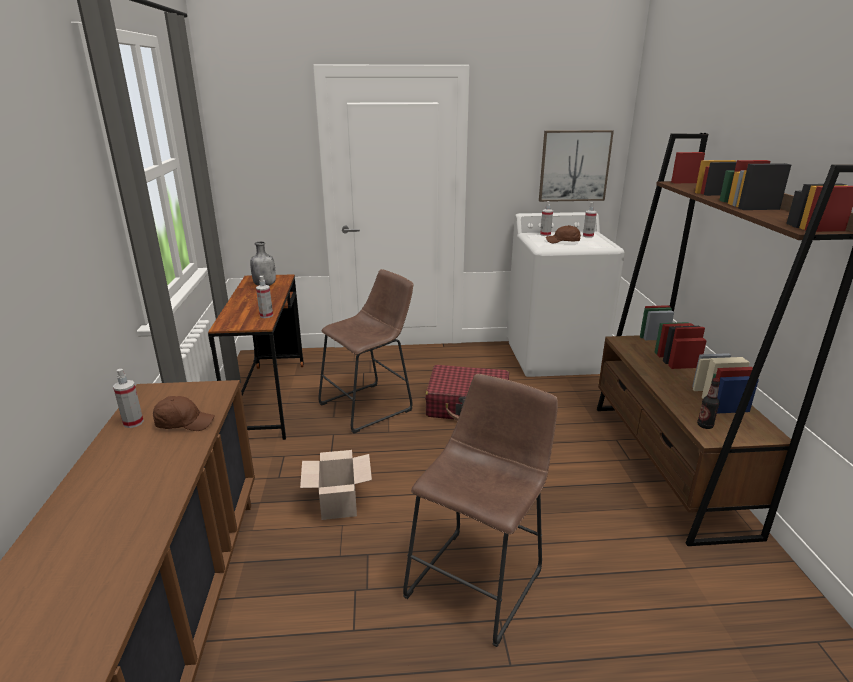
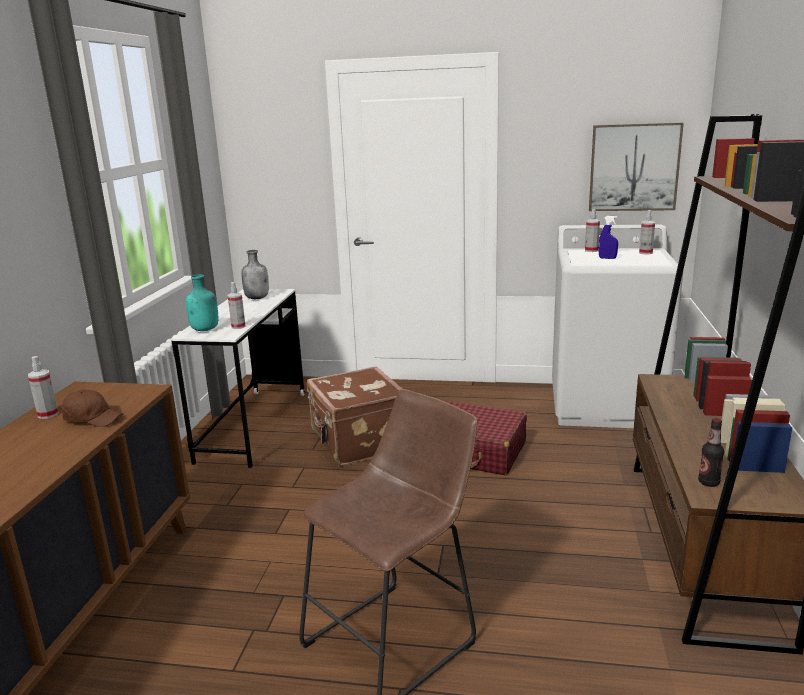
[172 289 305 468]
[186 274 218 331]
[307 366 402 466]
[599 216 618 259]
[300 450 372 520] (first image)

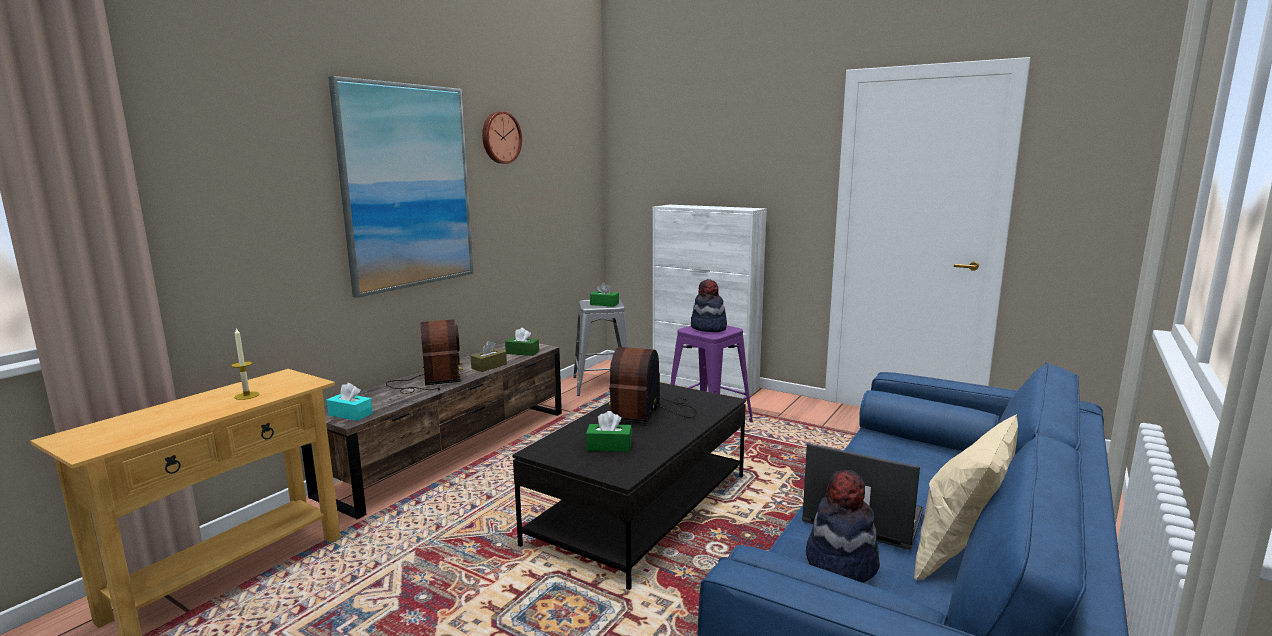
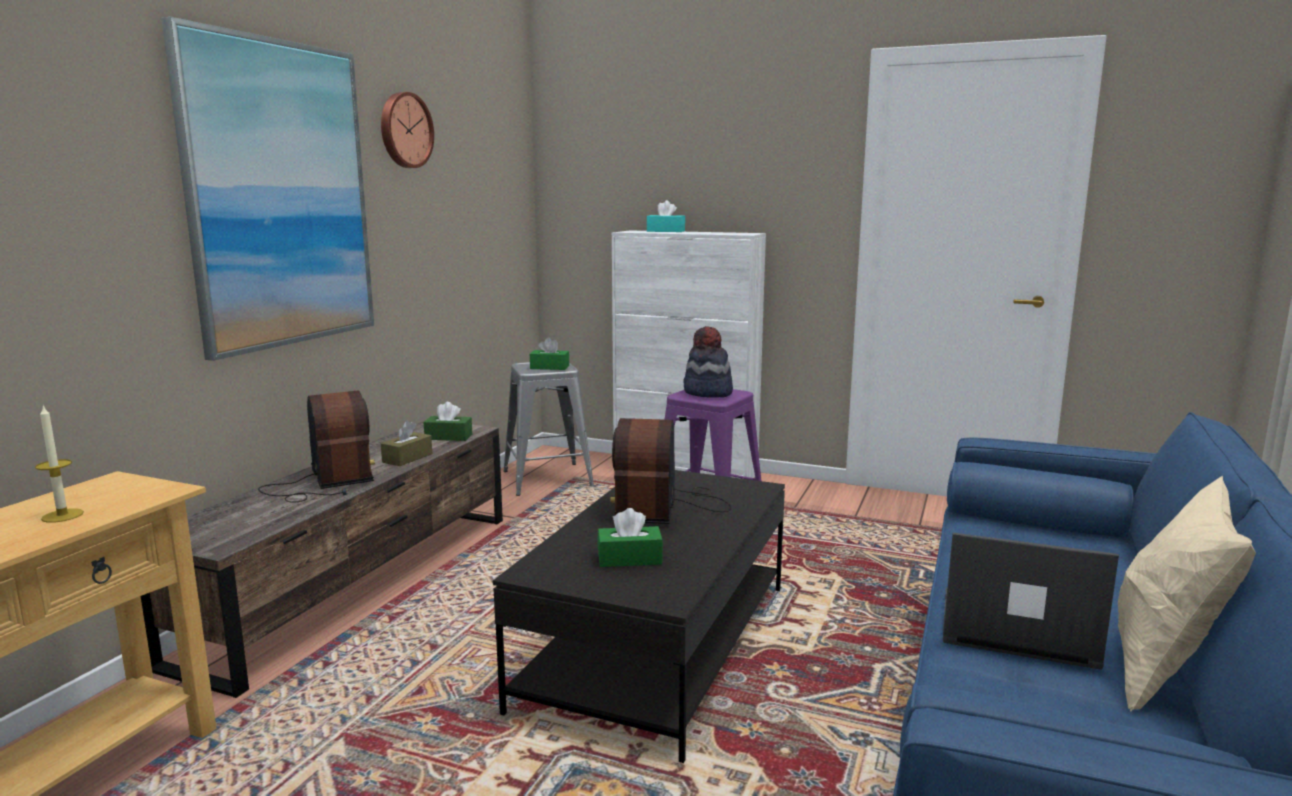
[647 200 685 232]
[806 470 880 583] (first image)

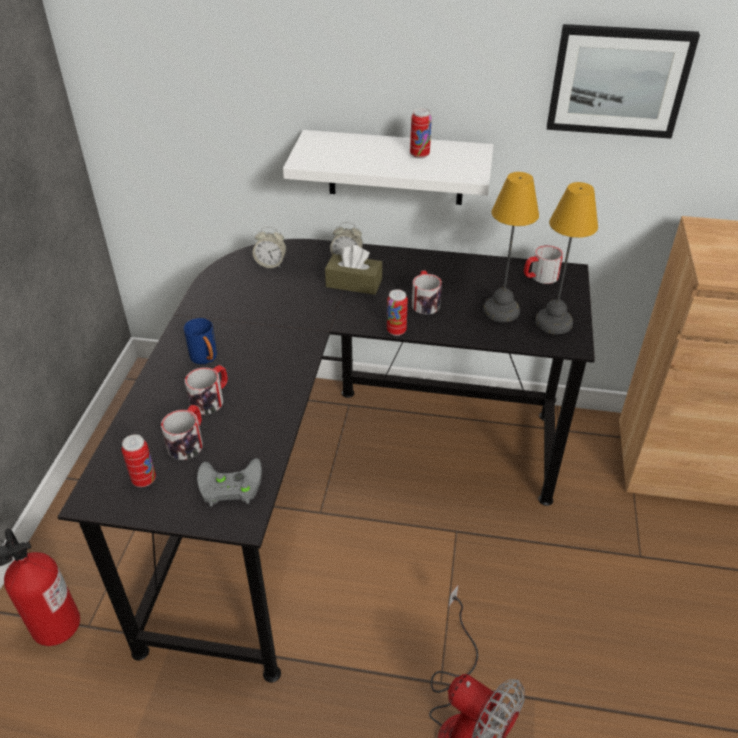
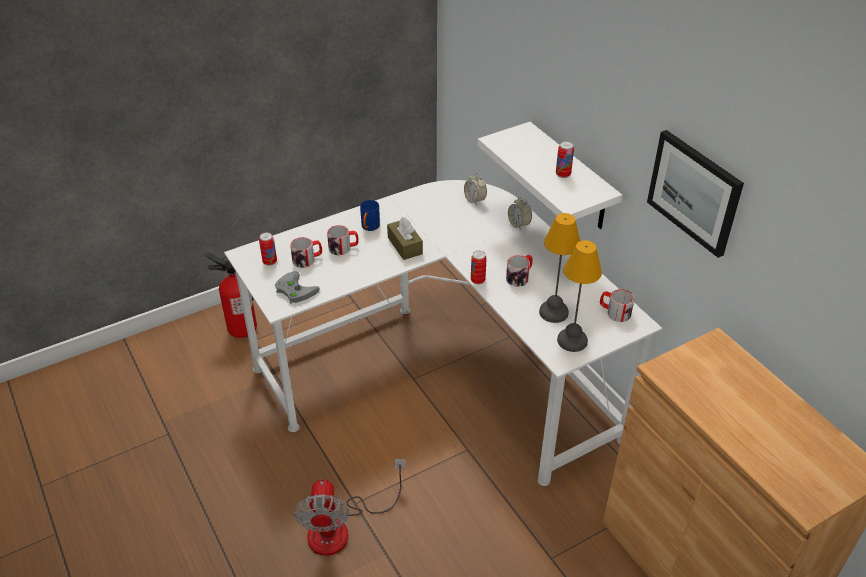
[224 180 662 486]
[387 217 423 260]

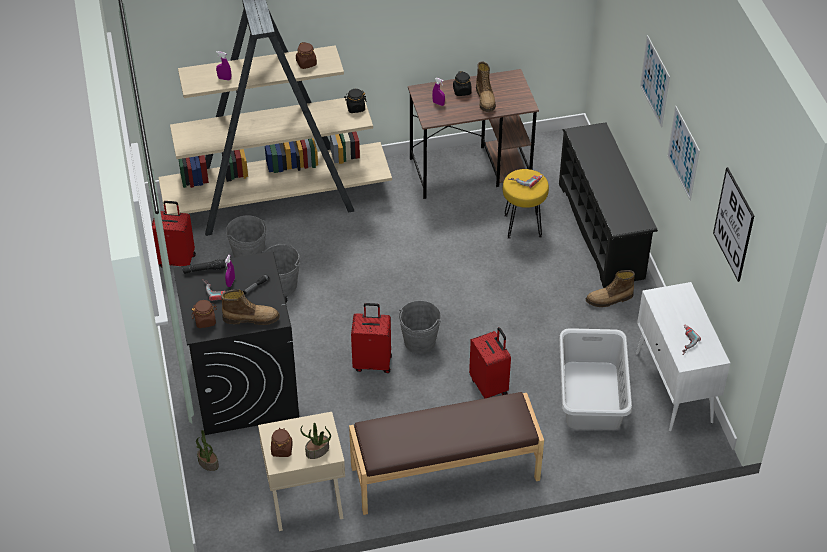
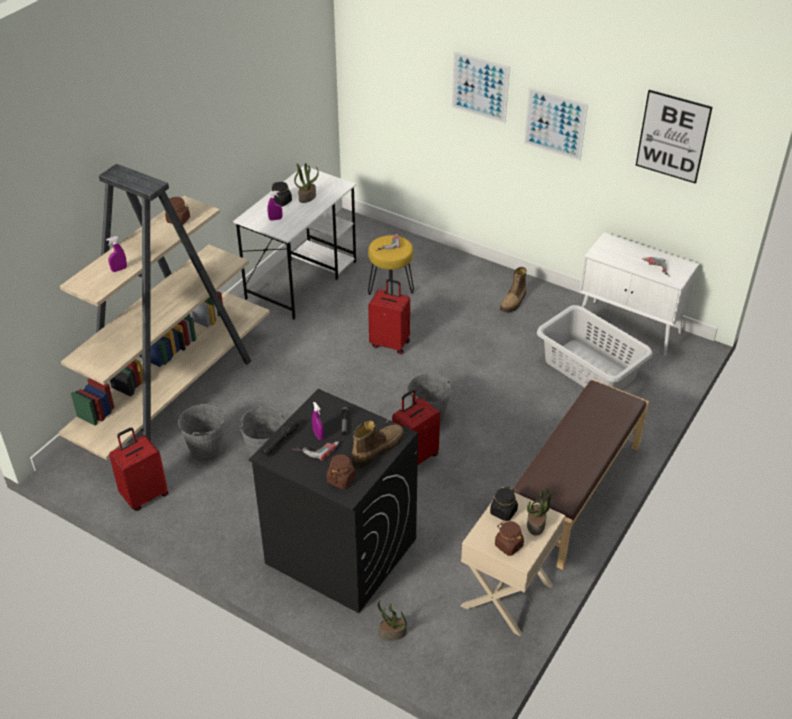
[233 166 356 320]
[294 163 319 203]
[368 279 410 354]
[490 487 518 521]
[559 122 658 288] (first image)

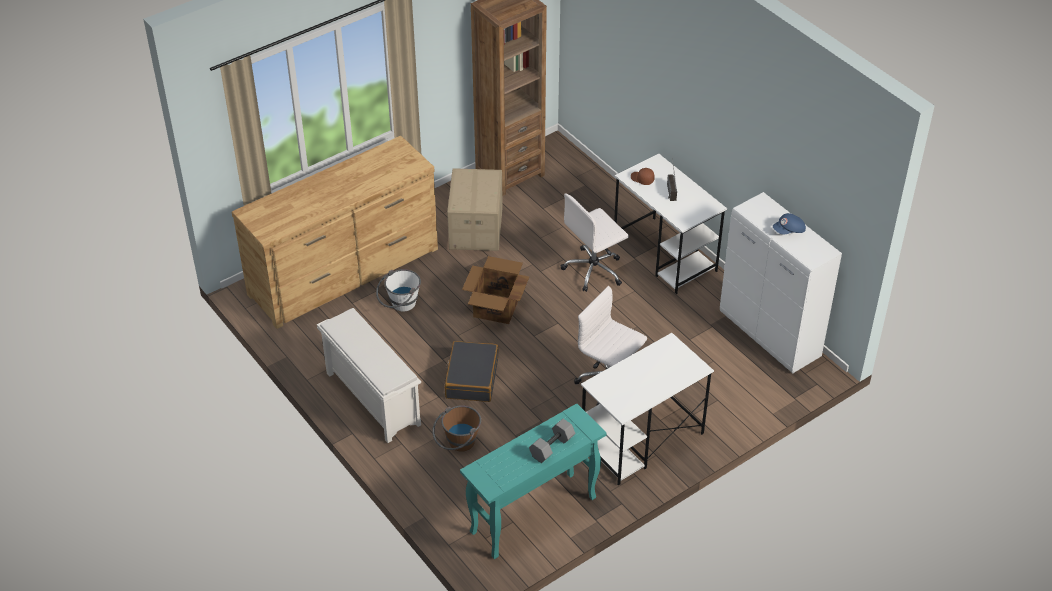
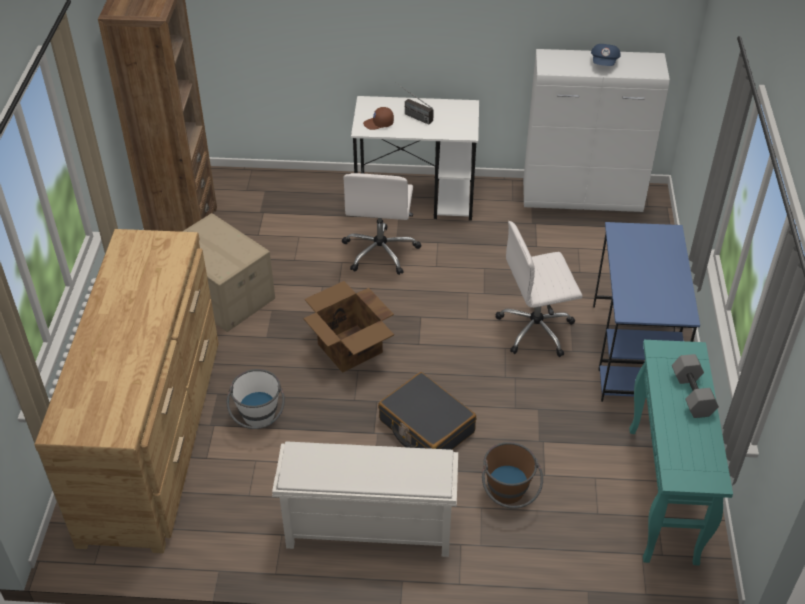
[593 222 700 402]

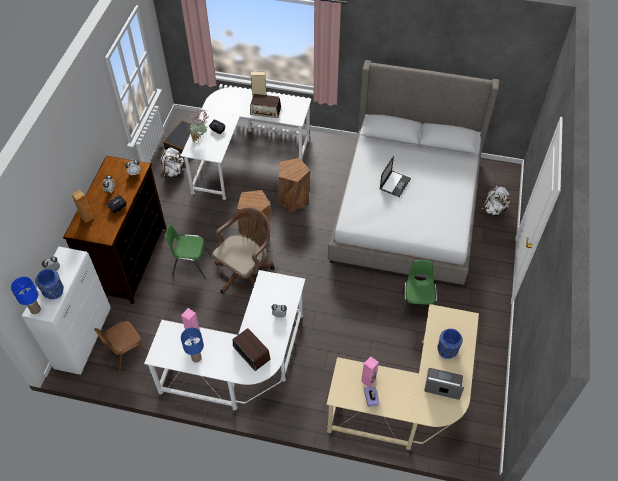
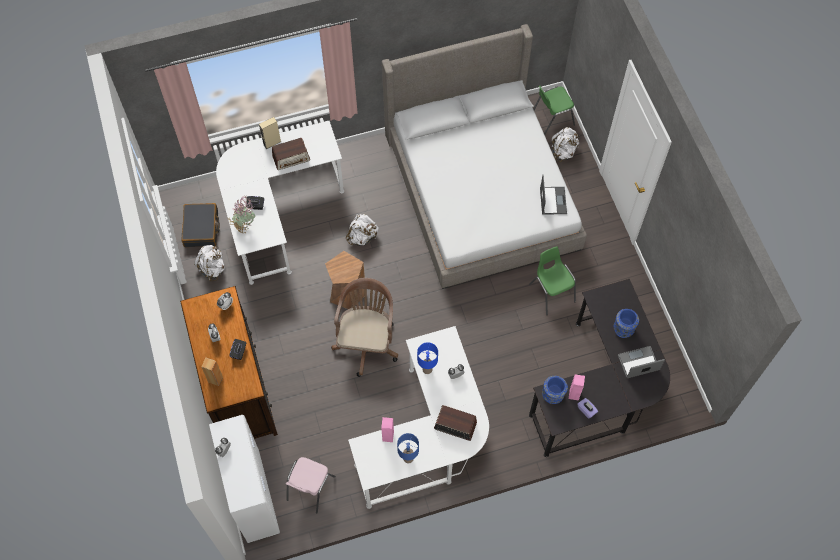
[286 457 336 513]
[346 214 379 246]
[417 342 438 374]
[529 279 670 457]
[533 85 575 135]
[540 175 567 215]
[542 376 568 404]

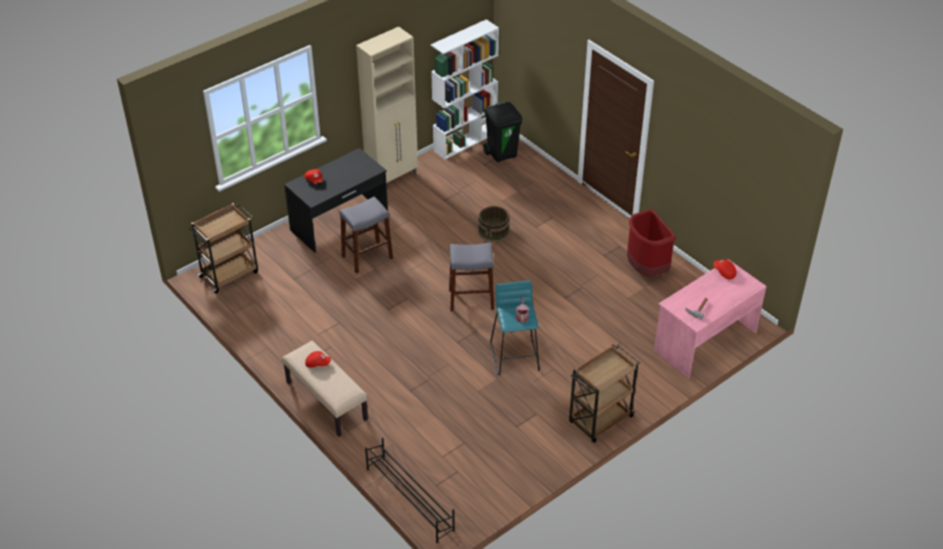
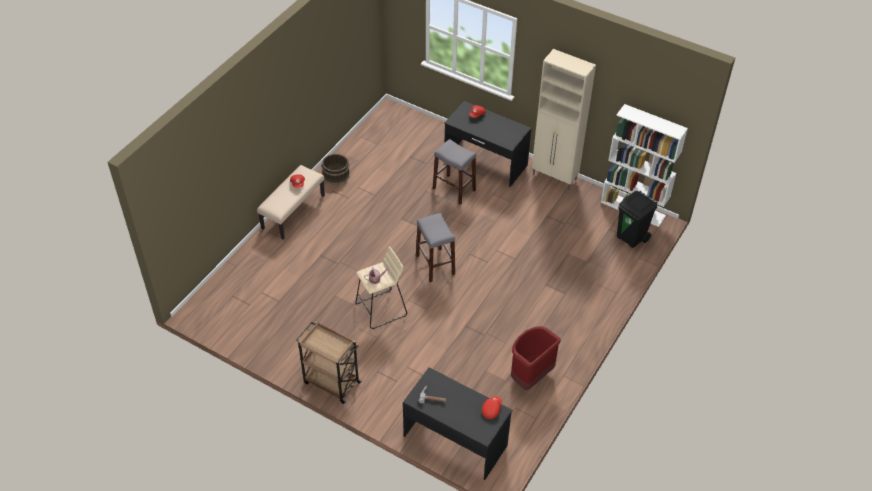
[321 154 350 184]
[355 246 407 329]
[403 368 512 480]
[188 203 258 294] (first image)
[365 437 455 543] (first image)

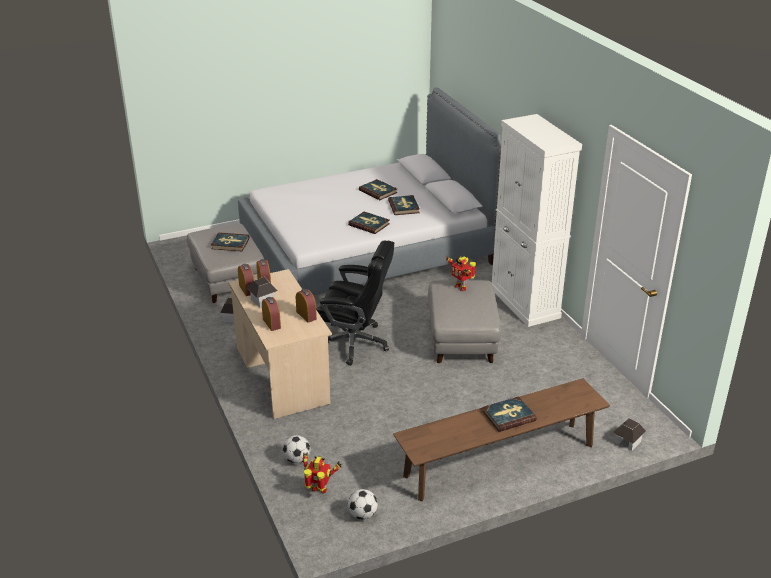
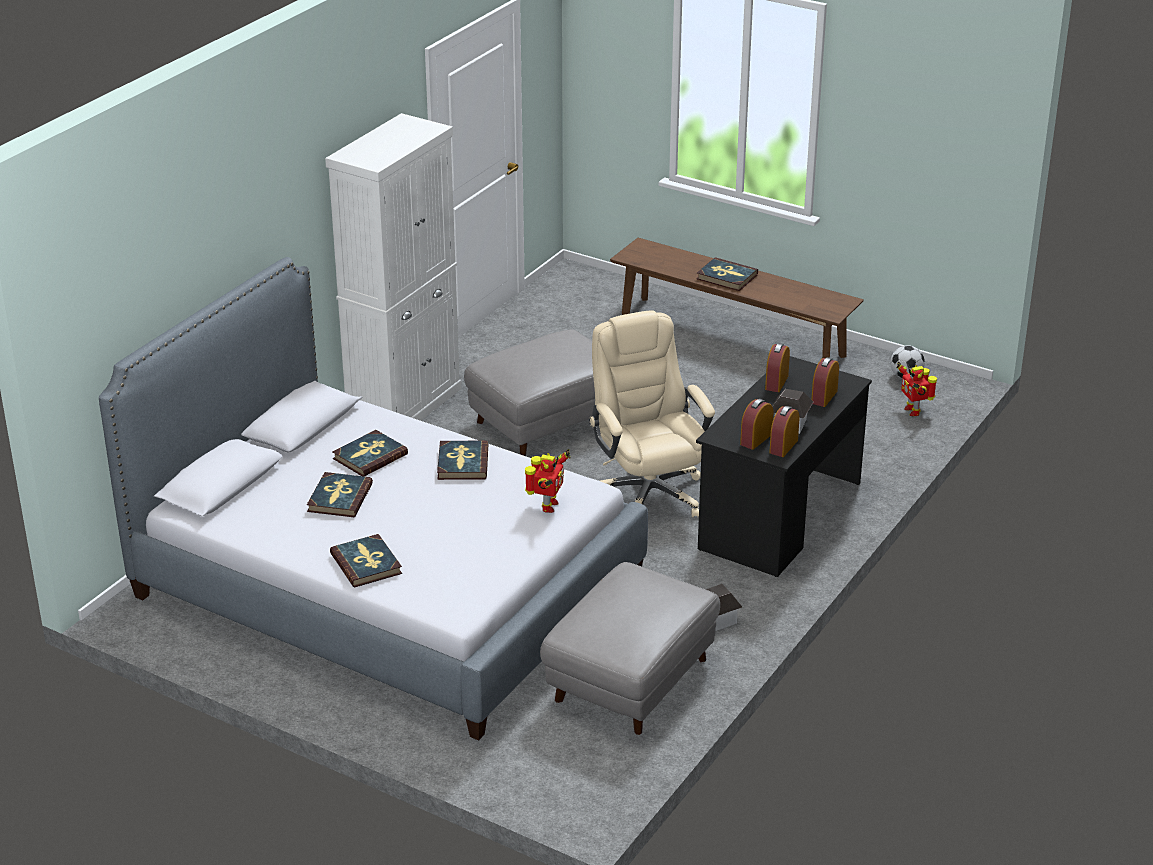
[330 534 402 587]
[525 449 571 513]
[589 310 715 517]
[696 356 872 577]
[282 435 310 464] (first image)
[613 419 646 451] (first image)

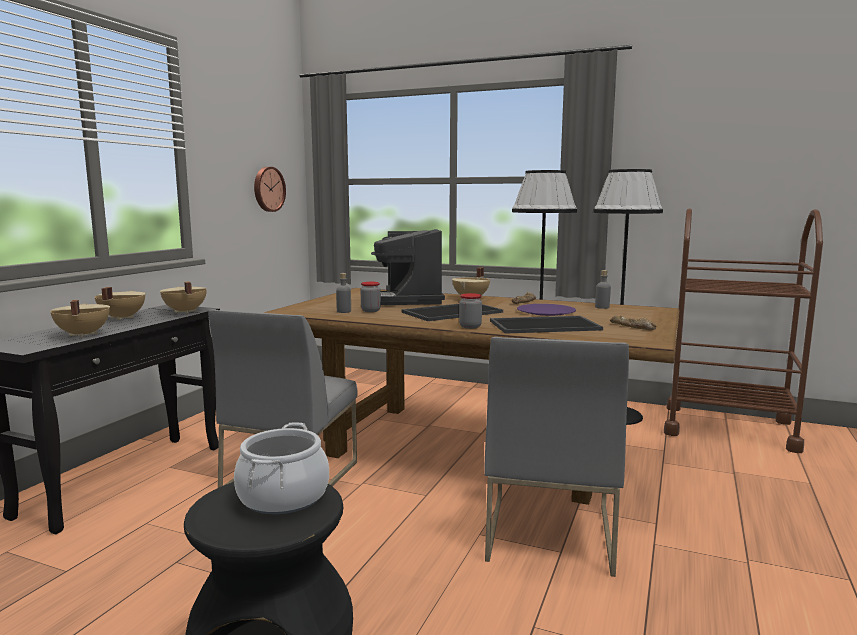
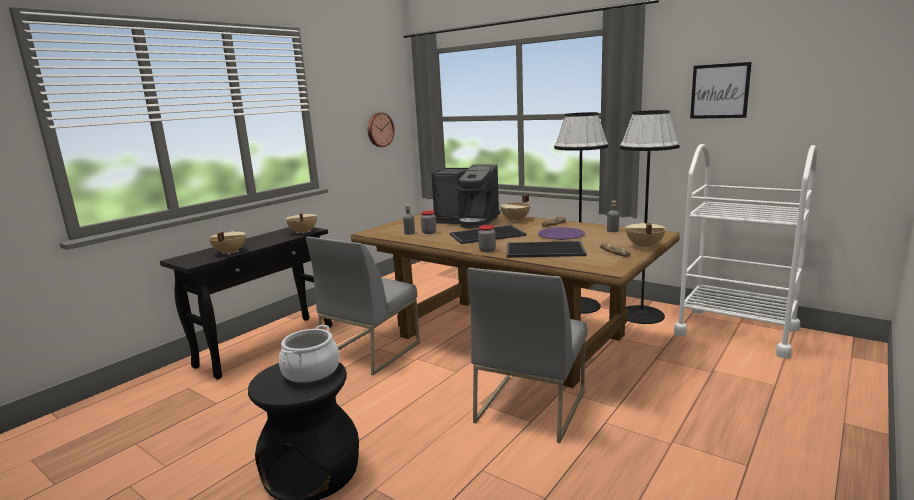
[431 164 500 228]
[625 222 666 249]
[674 144 817 358]
[690 62 752 119]

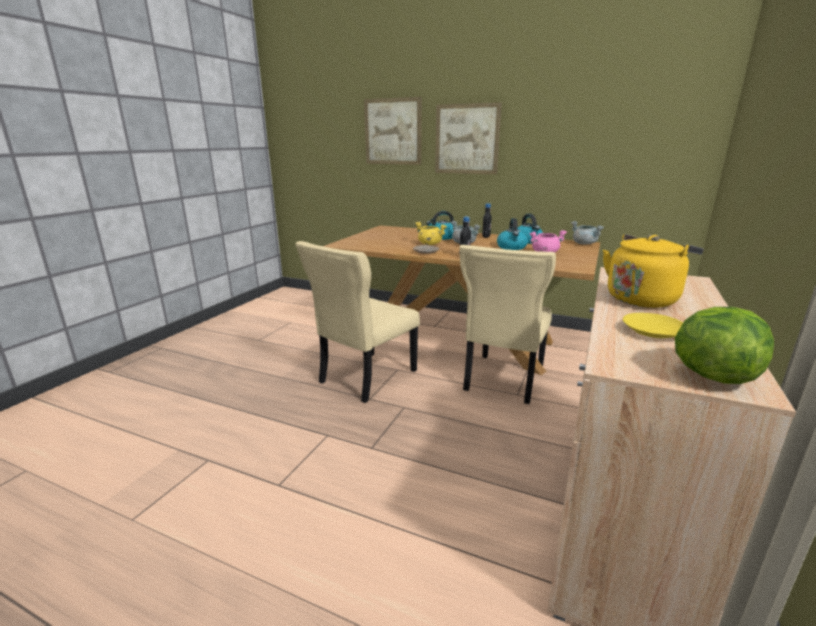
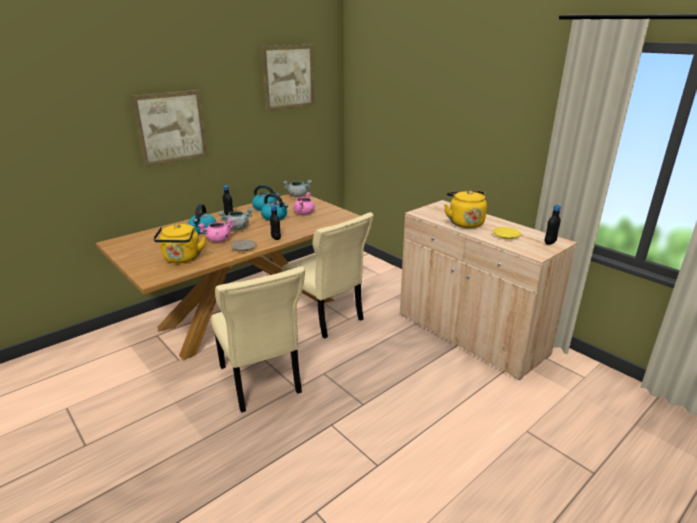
[153 224 206 263]
[198 218 234 242]
[261 45 315 111]
[544 205 561 244]

